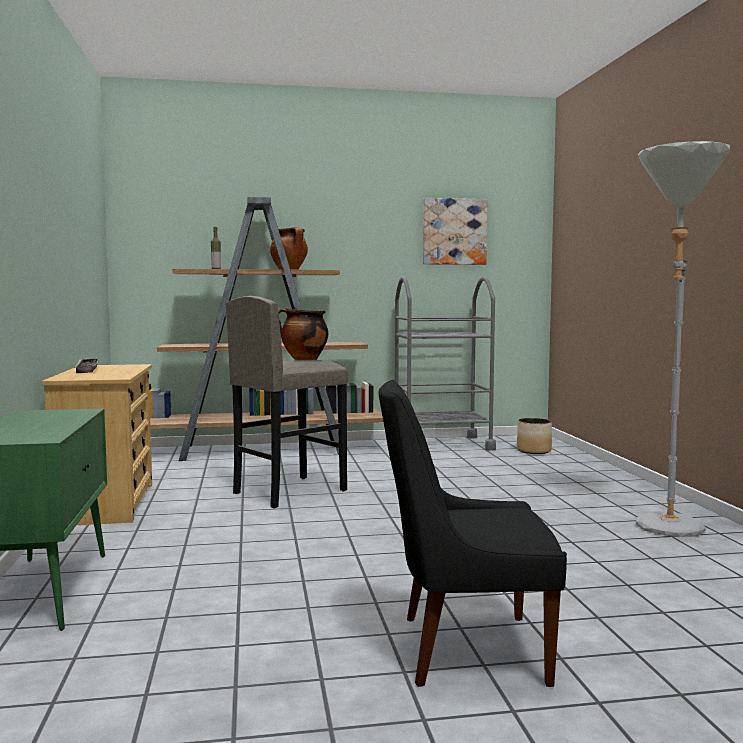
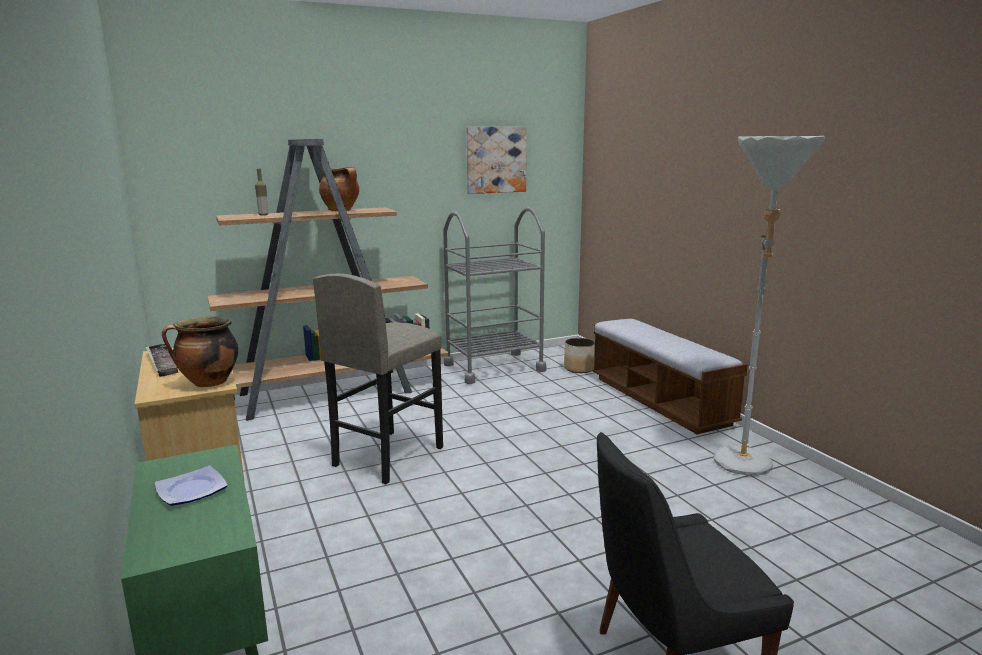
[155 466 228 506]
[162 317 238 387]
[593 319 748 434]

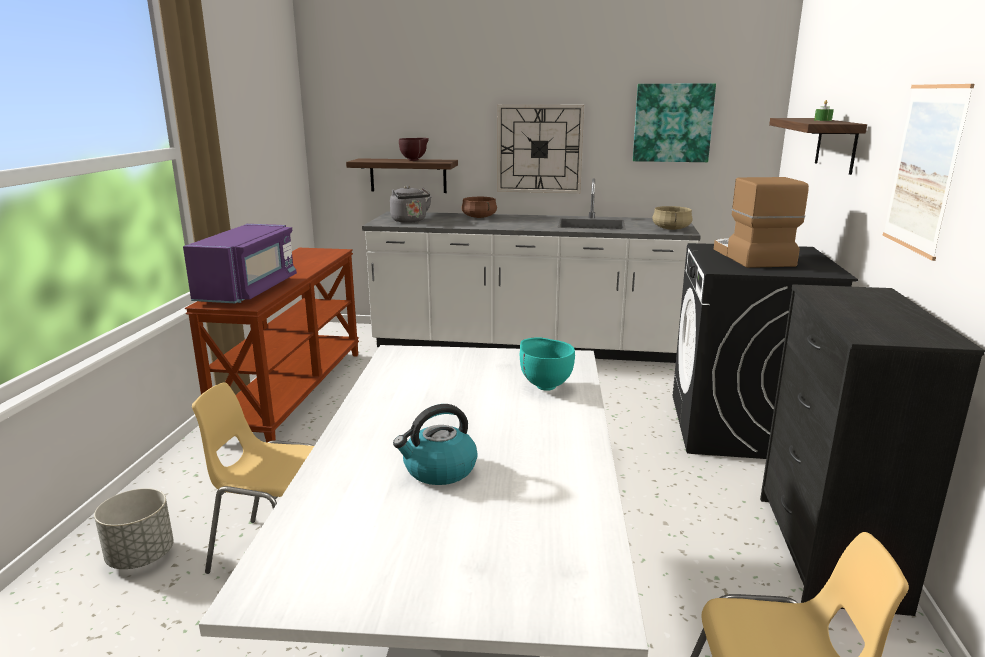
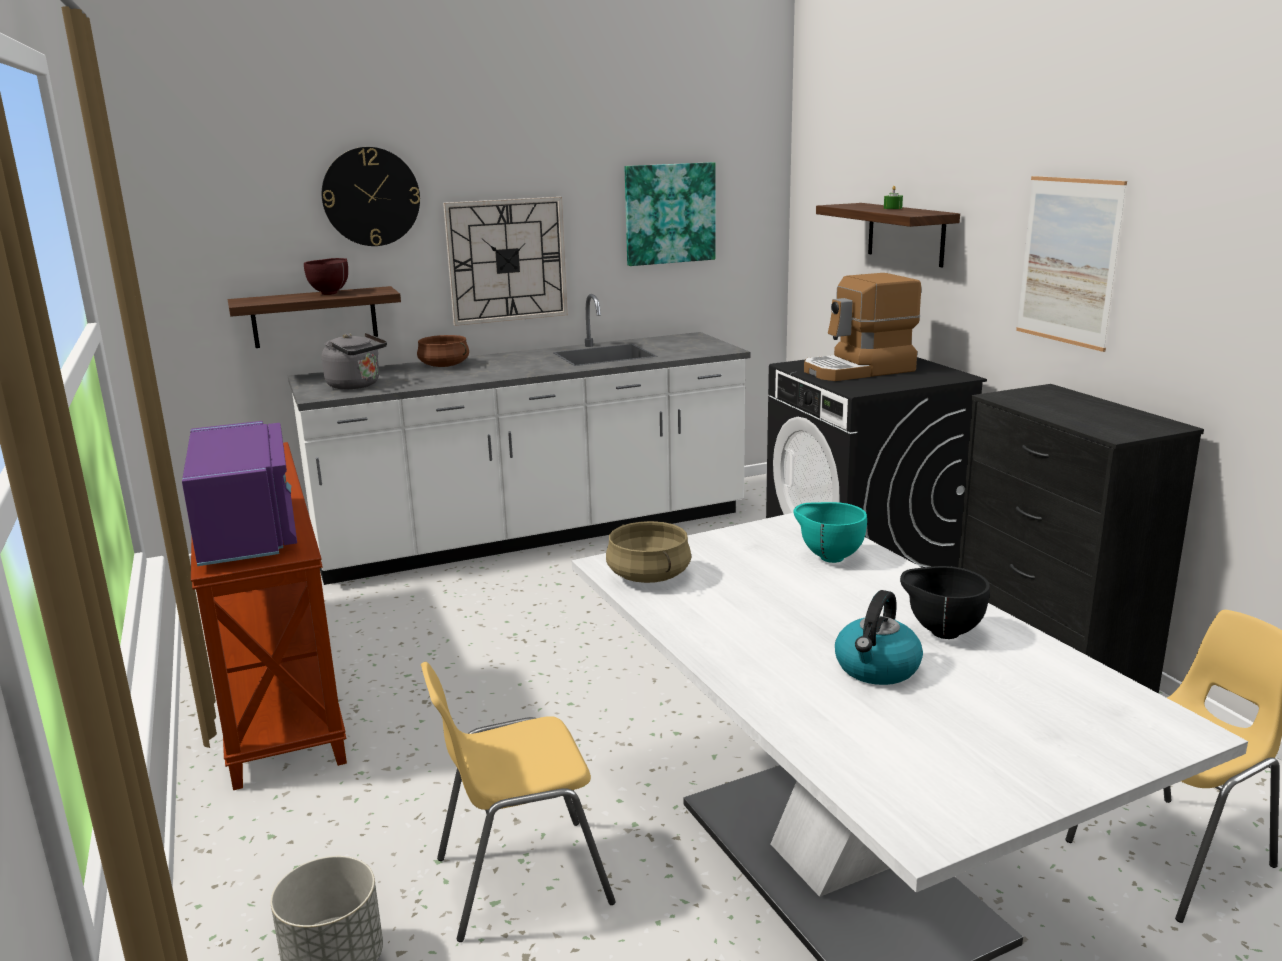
[322 147 420 246]
[606 521 692 583]
[804 273 921 381]
[900 566 990 639]

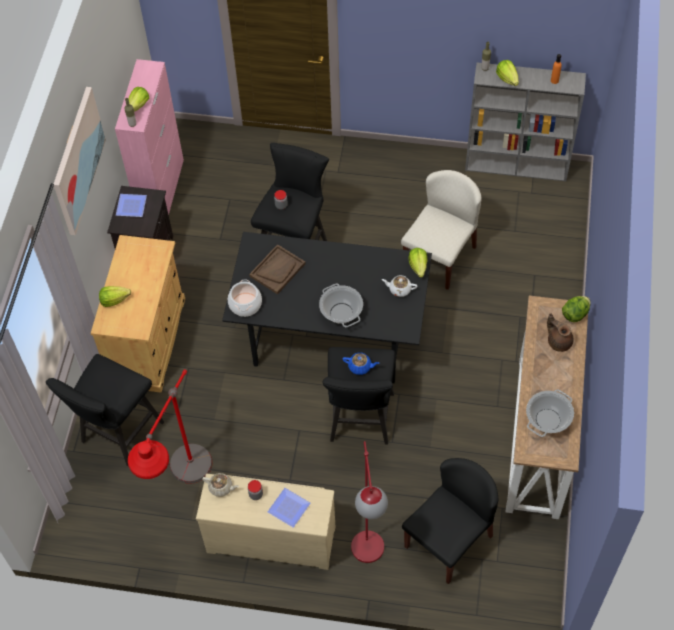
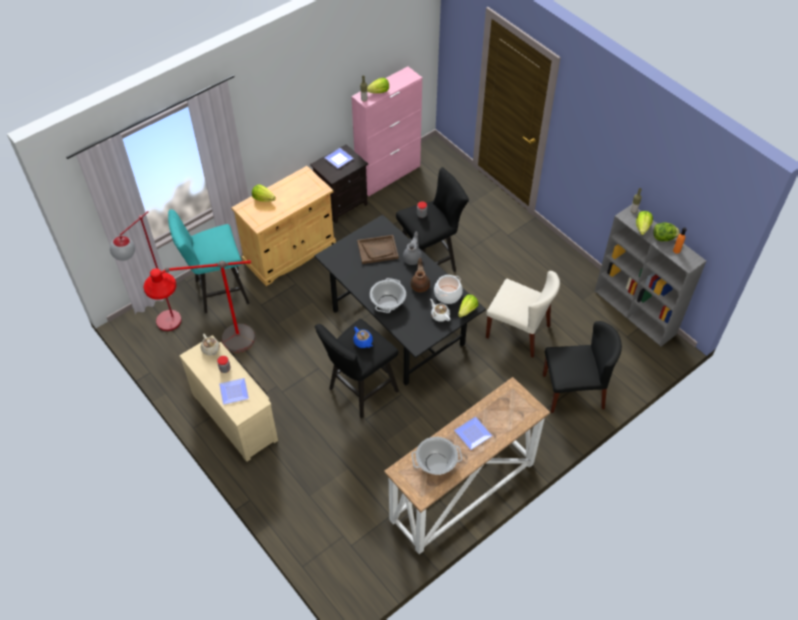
[110 211 182 331]
[168 209 250 313]
[403 232 422 265]
[411 258 430 292]
[434 275 463 304]
[454 417 492 450]
[486 271 560 358]
[543 321 622 413]
[653 222 680 241]
[54 87 106 235] (first image)

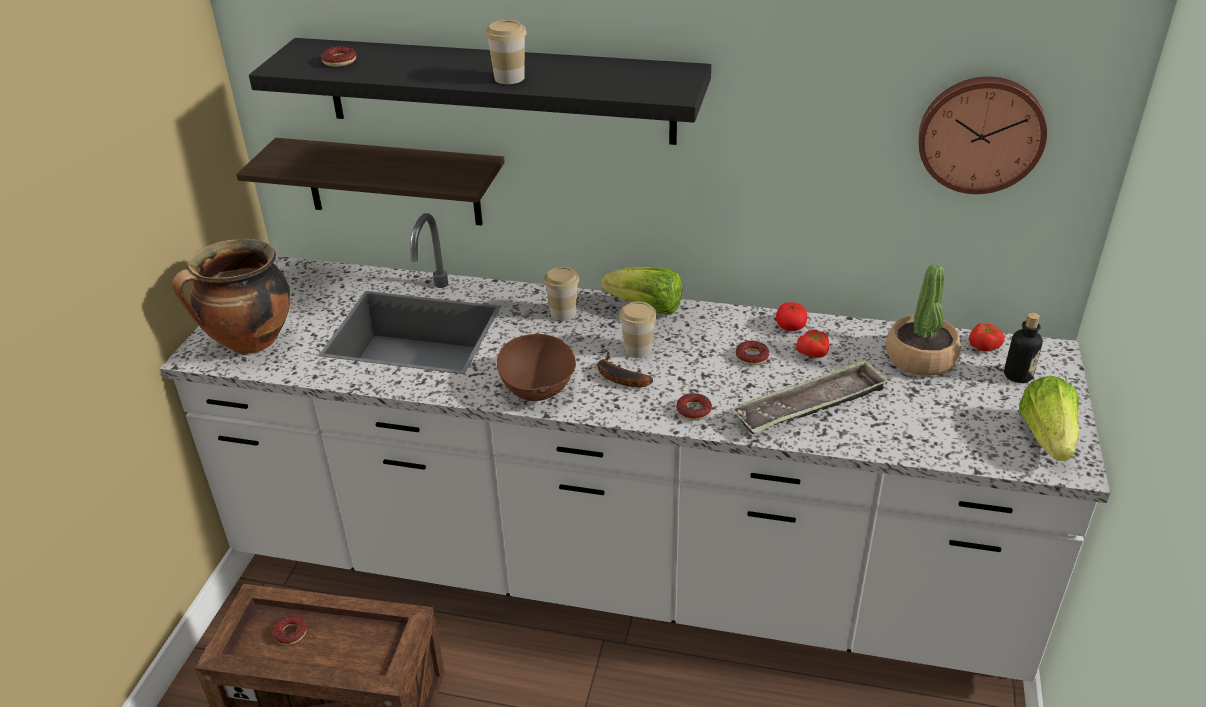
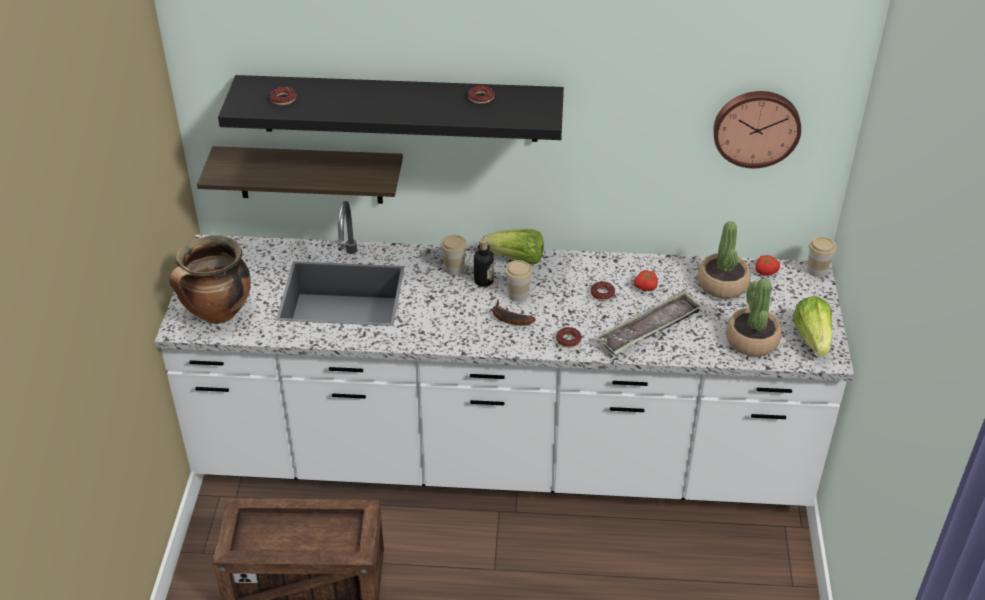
[468 85 494 104]
[474 239 494 287]
[726 278 782 357]
[807 237 836 277]
[497 334 576 401] (first image)
[776 302 807 331] (first image)

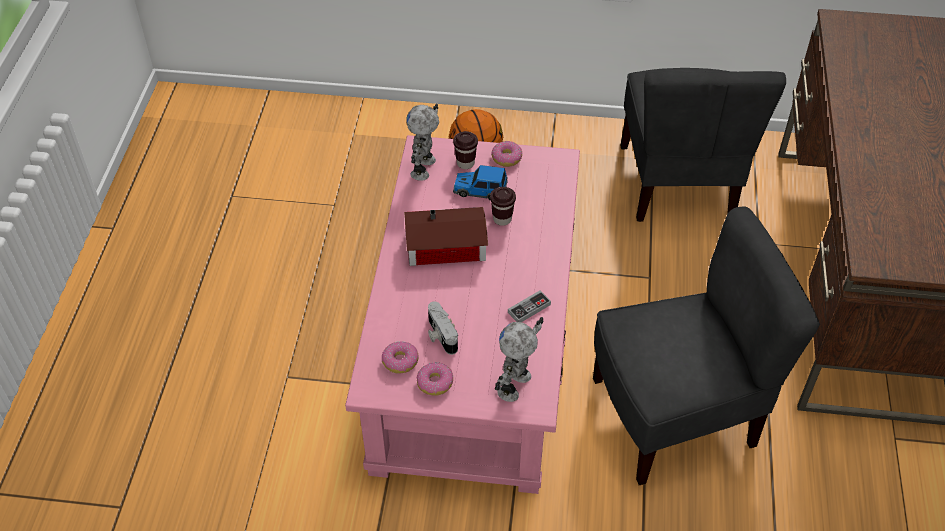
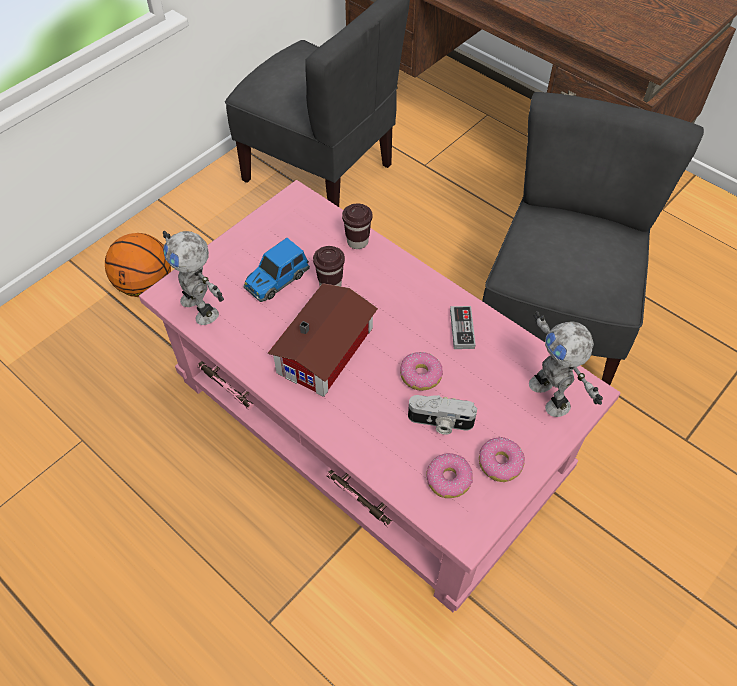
[342 204 372 249]
[400 352 443 391]

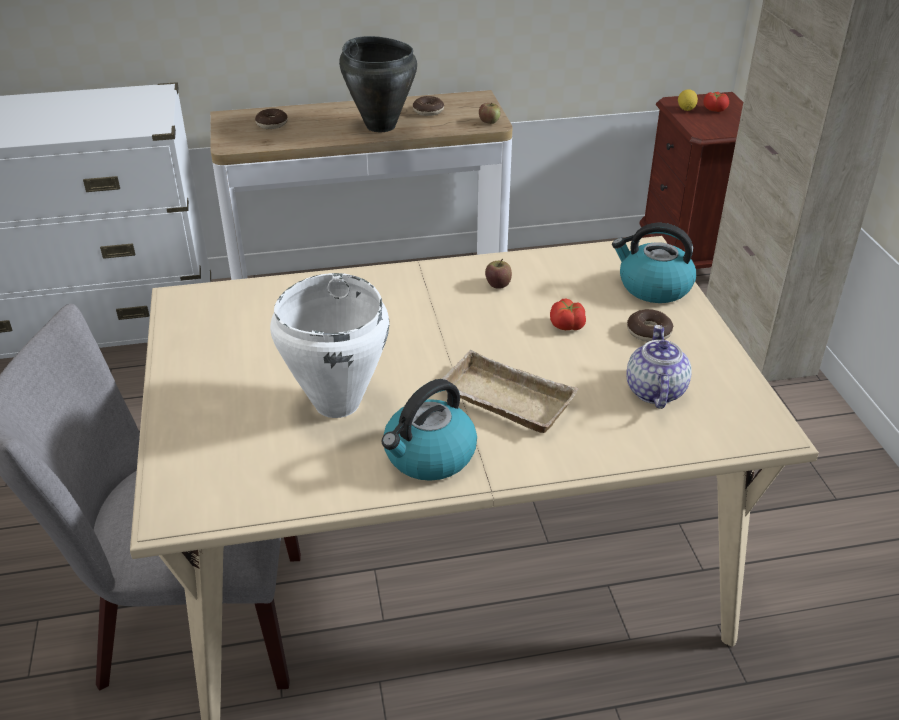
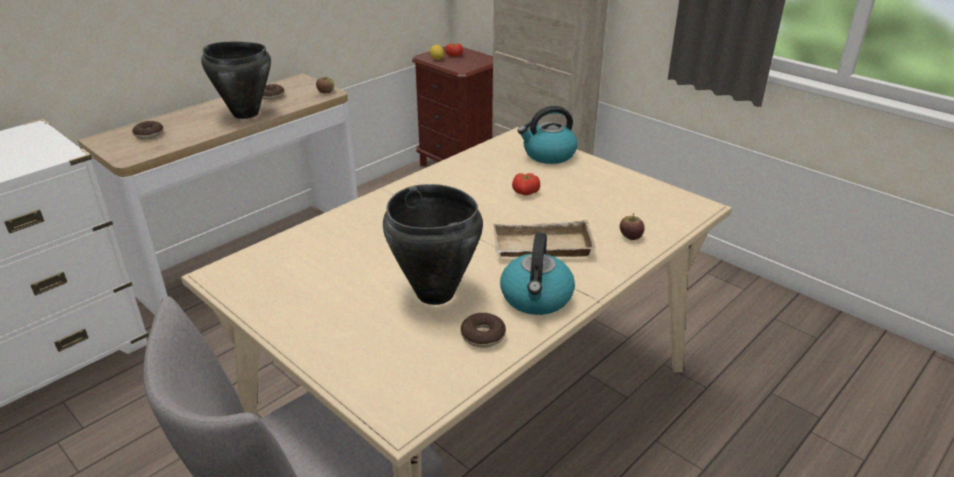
[383 184 483 305]
[461 313 506 347]
[620 213 645 240]
[626 325 692 409] (first image)

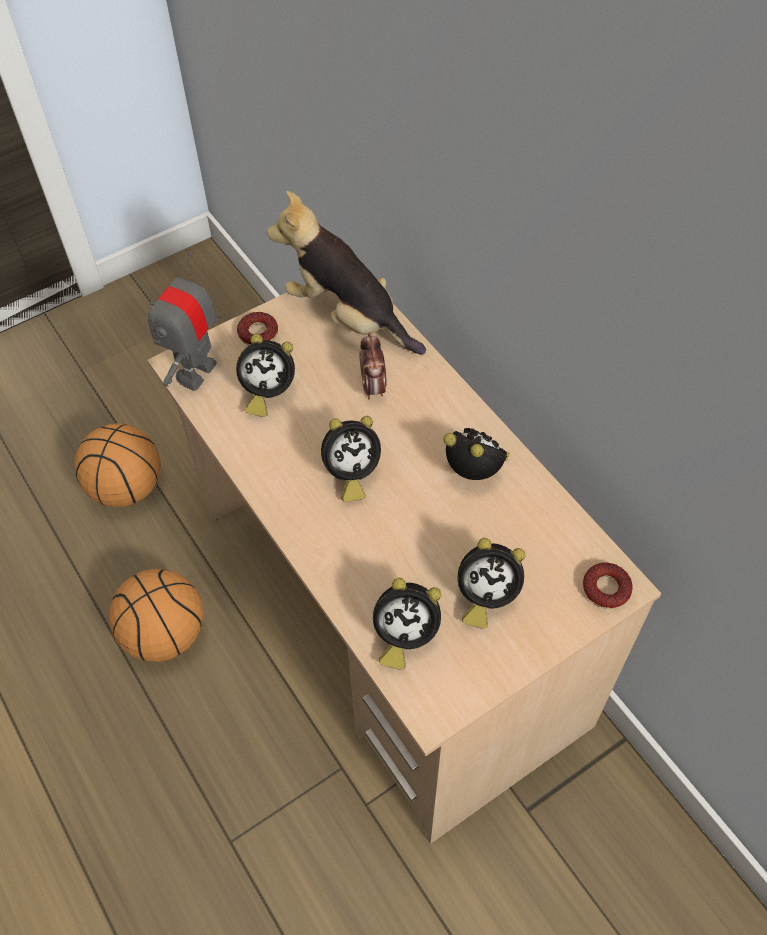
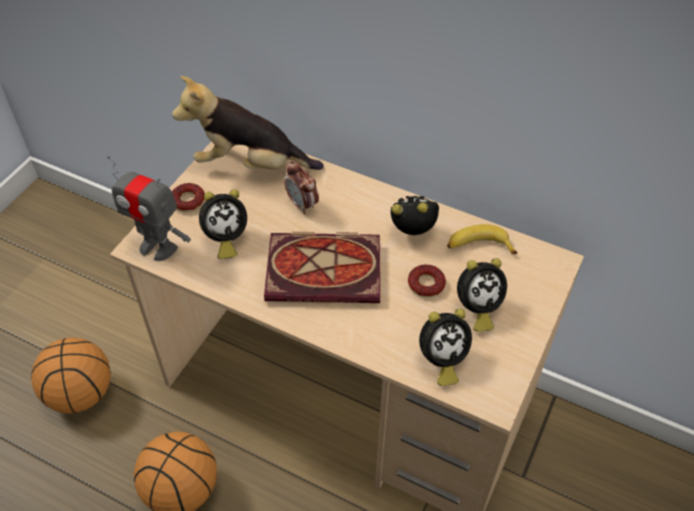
[107 156 191 261]
[264 232 380 303]
[408 264 446 298]
[447 224 518 254]

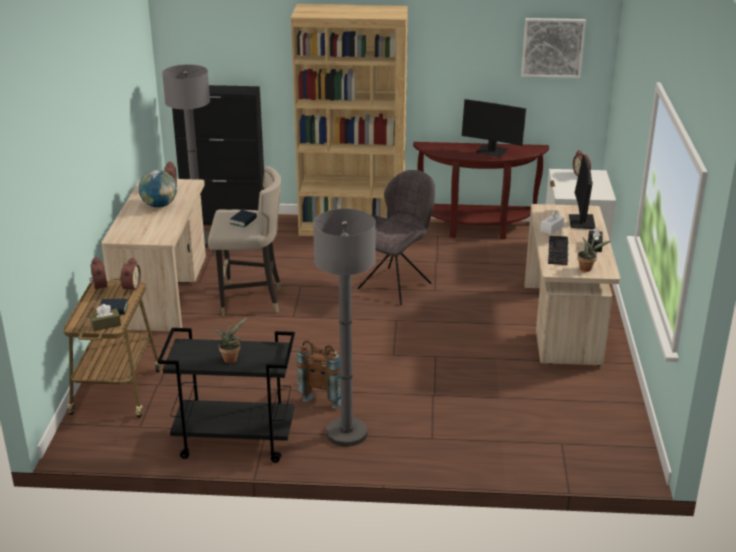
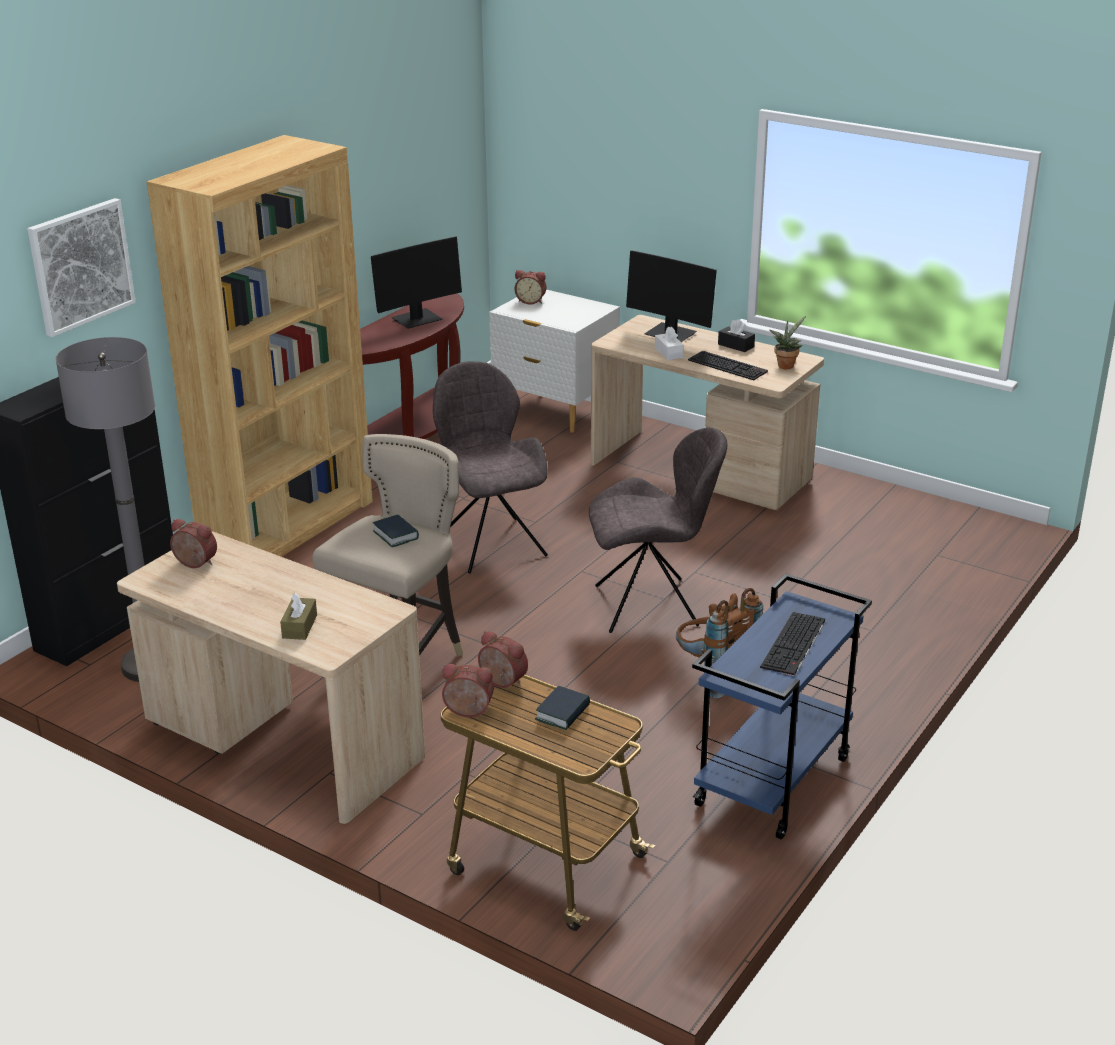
[27 198 136 337]
[280 593 317 640]
[589 427 727 633]
[692 573 872 839]
[760 612 825 676]
[139 170 177 207] (first image)
[313 209 376 447] (first image)

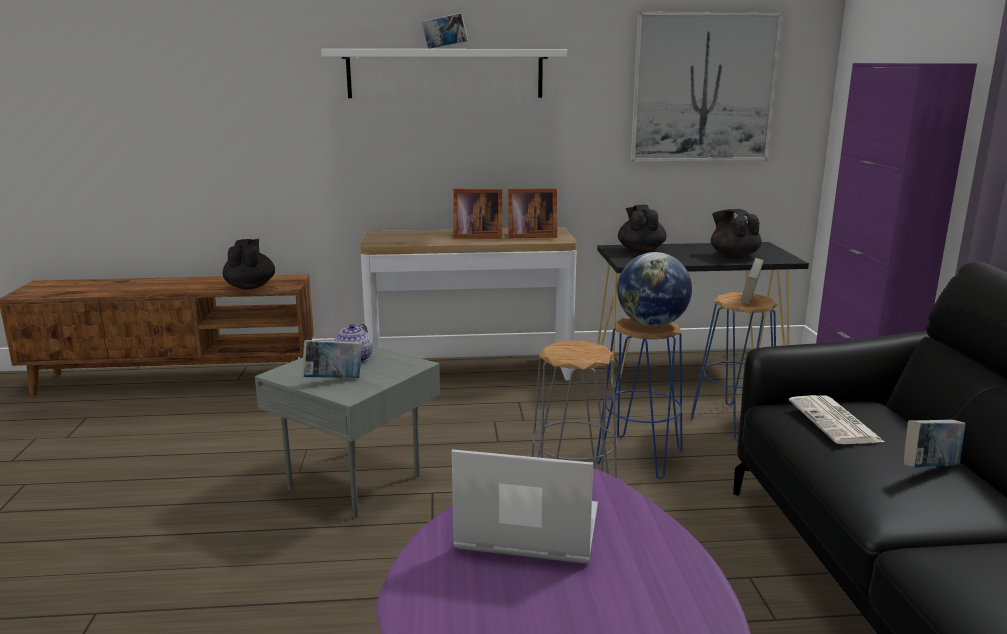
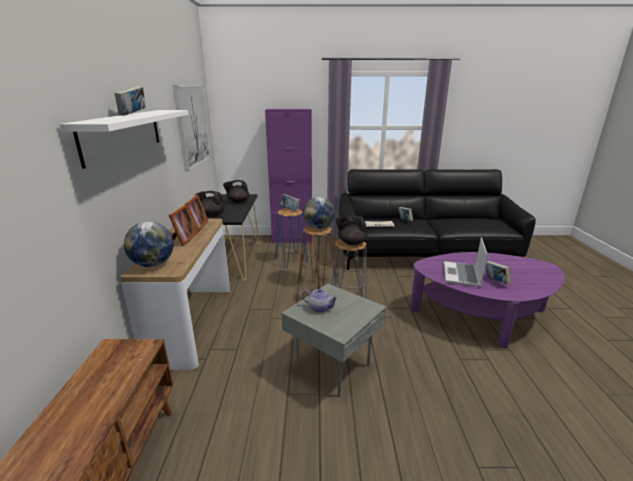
[124 221 173 267]
[298 225 336 289]
[335 215 368 245]
[486 261 511 285]

